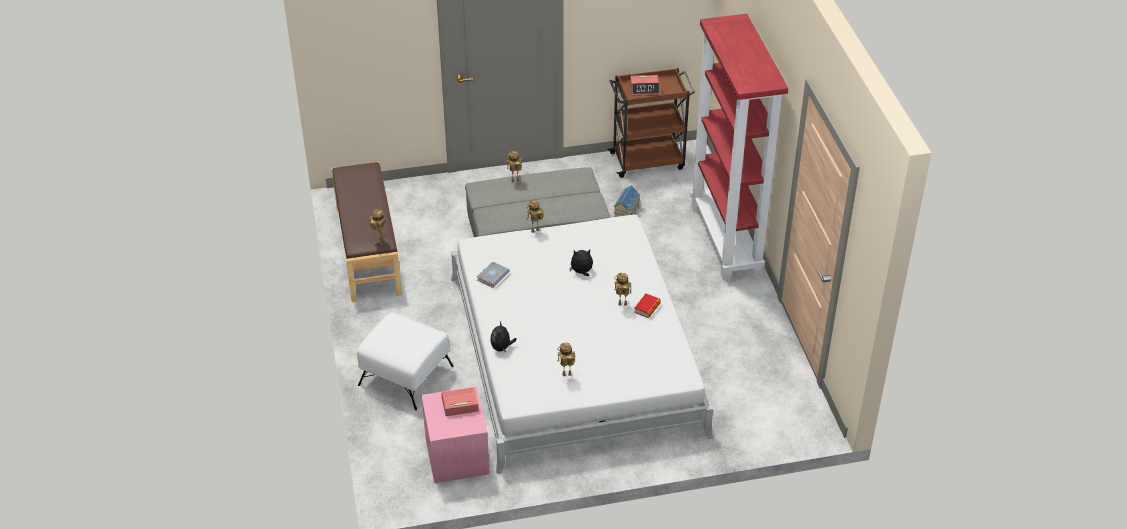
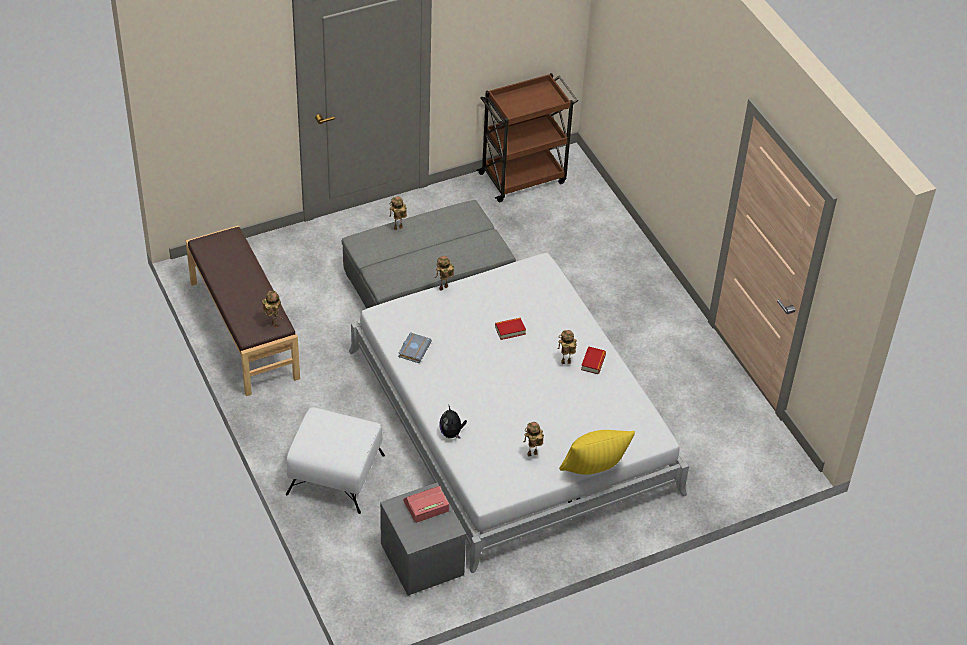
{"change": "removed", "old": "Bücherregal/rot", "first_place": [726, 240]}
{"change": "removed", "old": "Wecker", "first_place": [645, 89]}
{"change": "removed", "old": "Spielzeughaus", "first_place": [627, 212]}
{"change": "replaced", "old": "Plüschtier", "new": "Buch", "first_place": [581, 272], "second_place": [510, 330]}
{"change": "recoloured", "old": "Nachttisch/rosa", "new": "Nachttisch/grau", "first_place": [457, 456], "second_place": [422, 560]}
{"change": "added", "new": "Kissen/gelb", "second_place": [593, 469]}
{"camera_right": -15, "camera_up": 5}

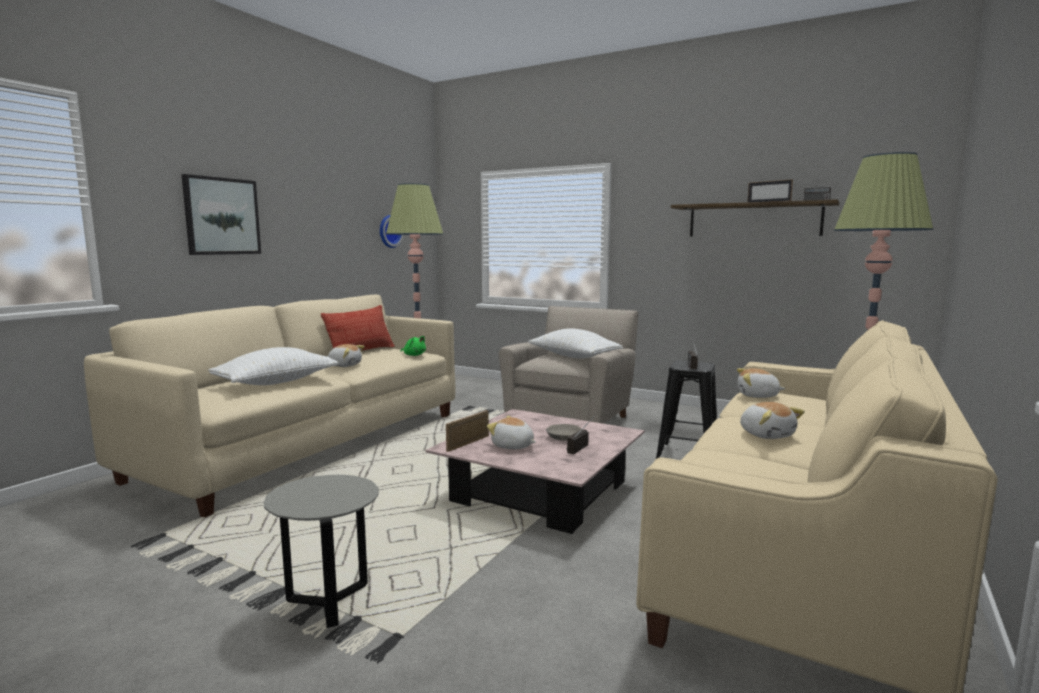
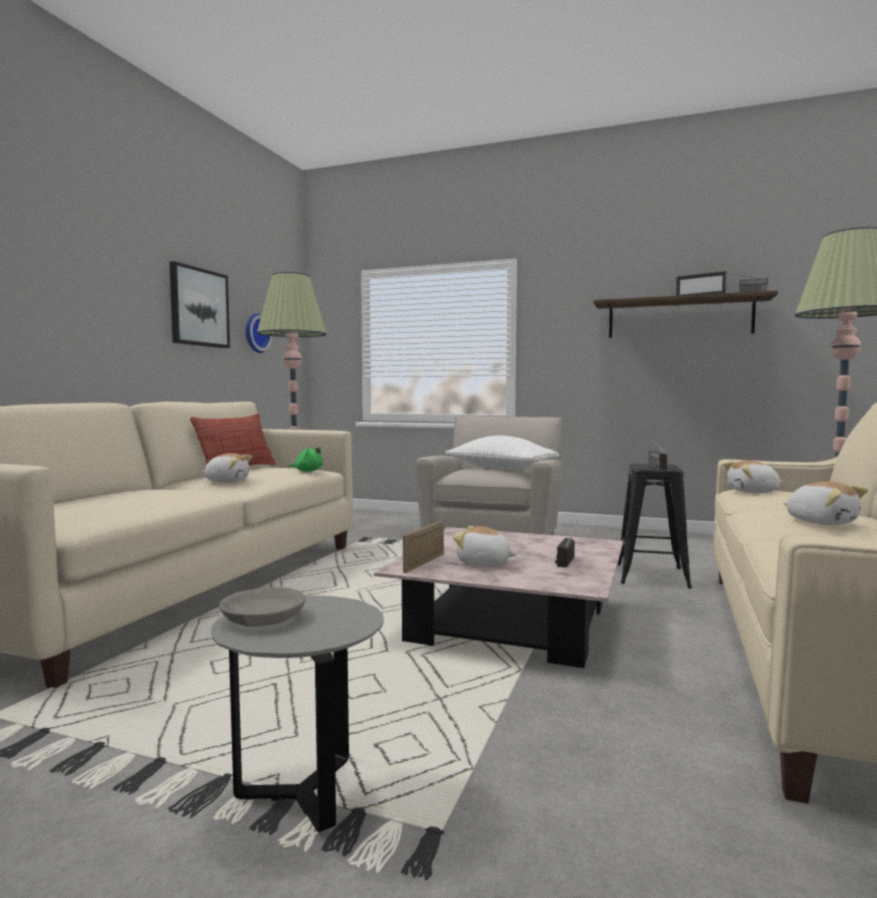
{"change": "moved", "old": "Bild", "first_place": [222, 216], "second_place": [199, 307]}
{"change": "removed", "old": "Kissen/weiß", "first_place": [276, 382]}
{"change": "moved", "old": "Schüssel/grau", "first_place": [563, 437], "second_place": [262, 618]}
{"camera_right": -10, "camera_up": -5}

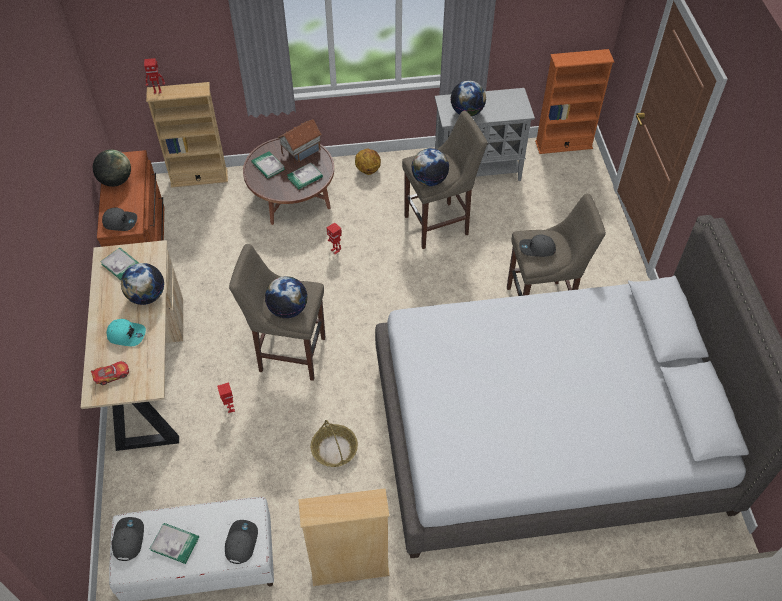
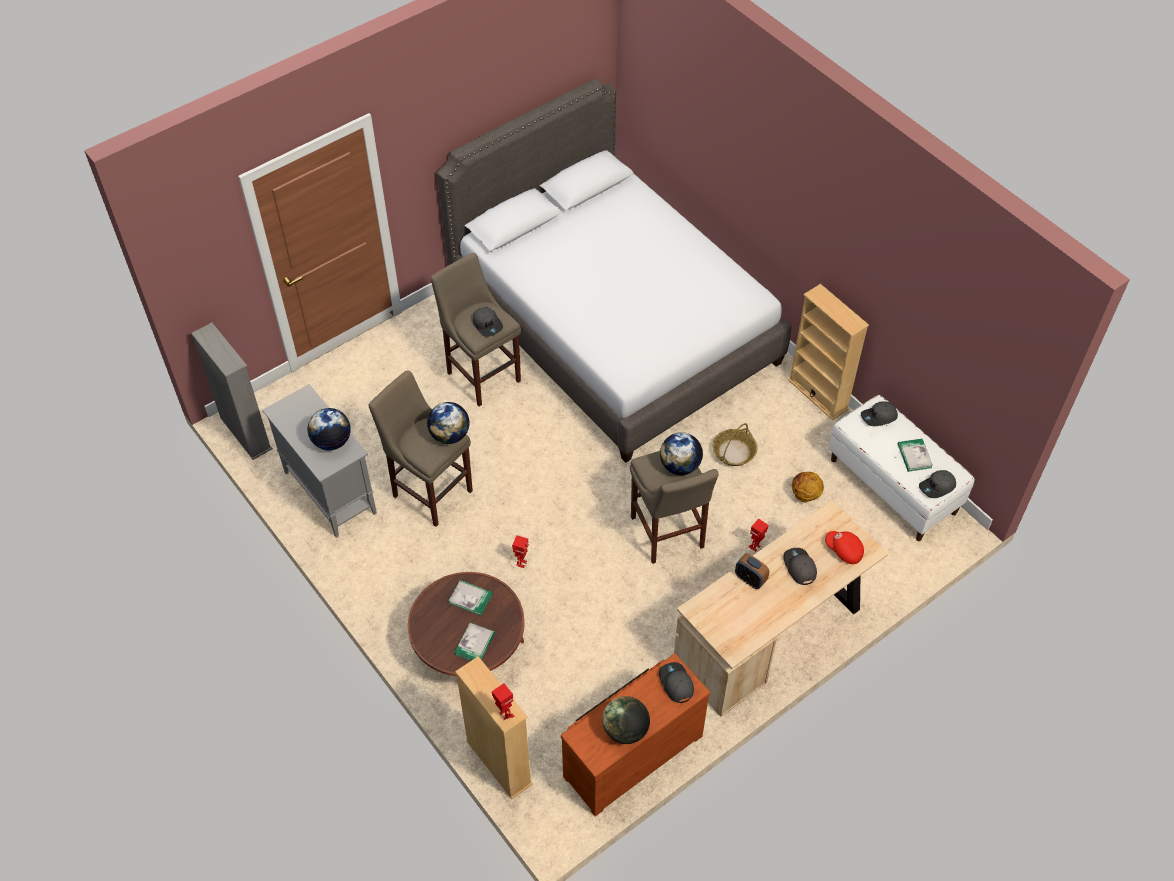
{"change": "recoloured", "old": "Bücherregal/orange", "new": "Bücherregal/grau", "first_place": [563, 145], "second_place": [246, 433]}
{"change": "removed", "old": "Spielzeughaus", "first_place": [301, 151]}
{"change": "moved", "old": "Basketball", "first_place": [368, 170], "second_place": [805, 495]}
{"change": "removed", "old": "Buch", "first_place": [121, 265]}
{"change": "replaced", "old": "Globus", "new": "Wecker", "first_place": [147, 296], "second_place": [750, 579]}
{"change": "recoloured", "old": "Kappe/türkis", "new": "Kappe/grau", "first_place": [127, 334], "second_place": [799, 567]}
{"change": "replaced", "old": "Spielzeugauto", "new": "Kappe/rot", "first_place": [112, 375], "second_place": [843, 551]}
{"camera_right": -120, "camera_up": 0}

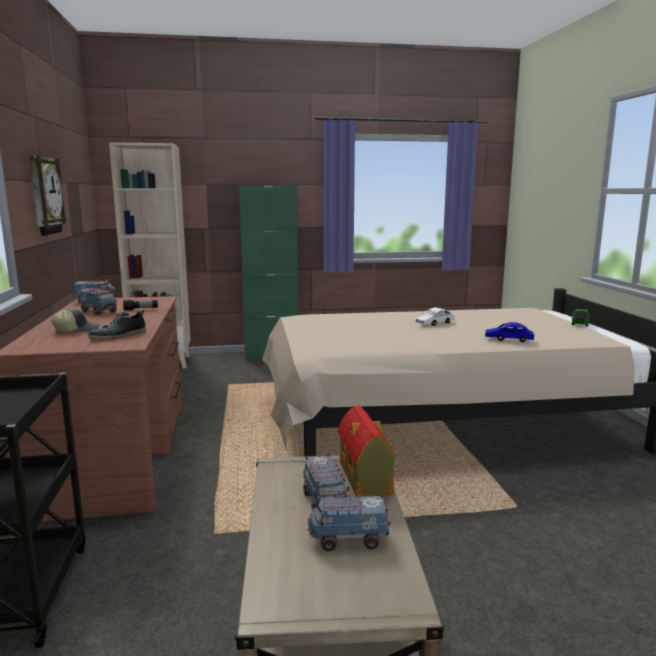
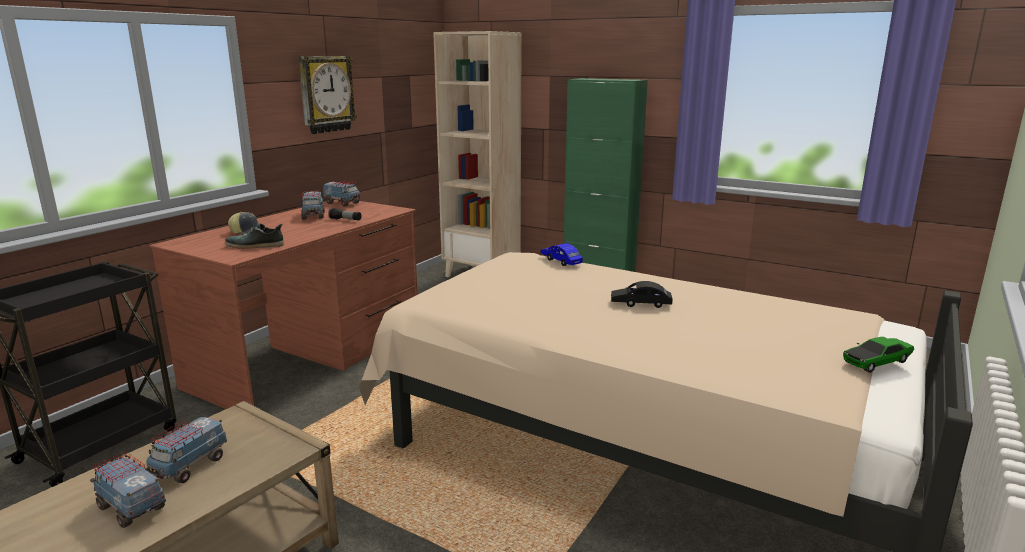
{"change": "recoloured", "old": "Spielzeugauto/weiß", "new": "Spielzeugauto/schwarz", "first_place": [435, 323], "second_place": [640, 303]}
{"change": "moved", "old": "Spielzeugauto/blau", "first_place": [508, 339], "second_place": [561, 261]}
{"change": "removed", "old": "Spielzeughaus", "first_place": [365, 478]}
{"camera_right": 40, "camera_up": 5}

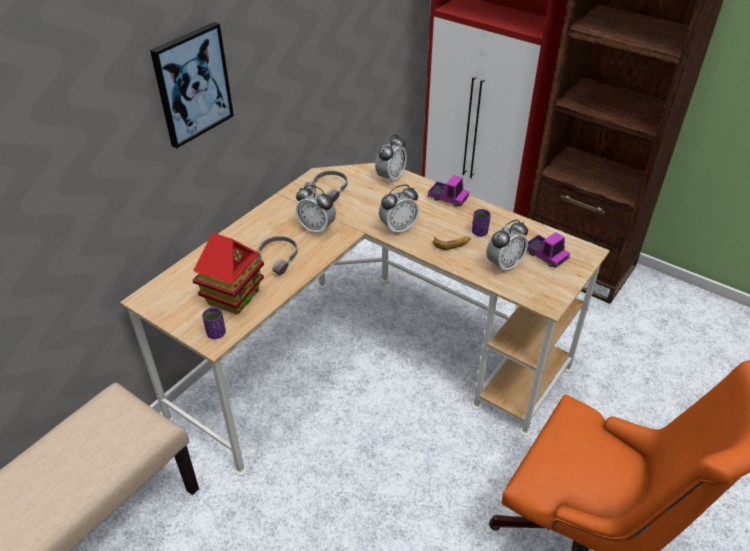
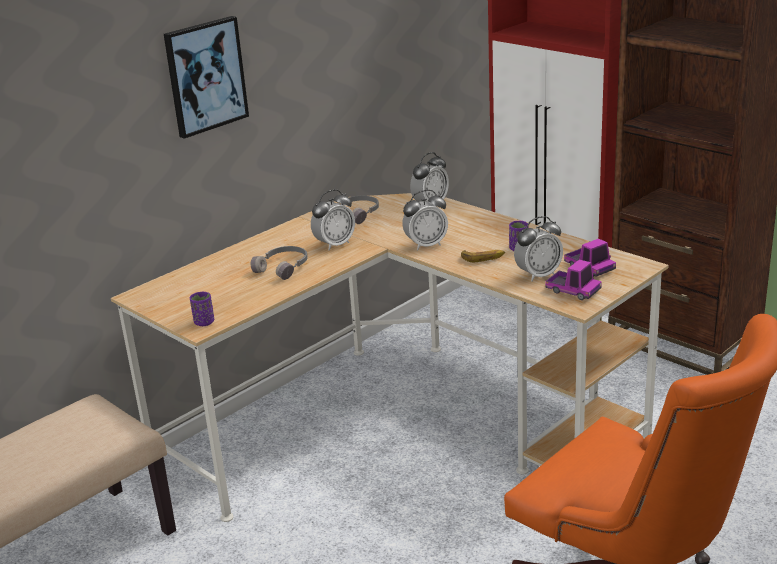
{"change": "moved", "old": "Spielzeuglaster", "first_place": [448, 198], "second_place": [573, 291]}
{"change": "turned", "old": "Wecker", "first_place": [317, 228], "second_place": [334, 244], "degrees": -75}
{"change": "removed", "old": "Spielzeughaus", "first_place": [233, 297]}
{"camera_right": 10, "camera_up": -15}

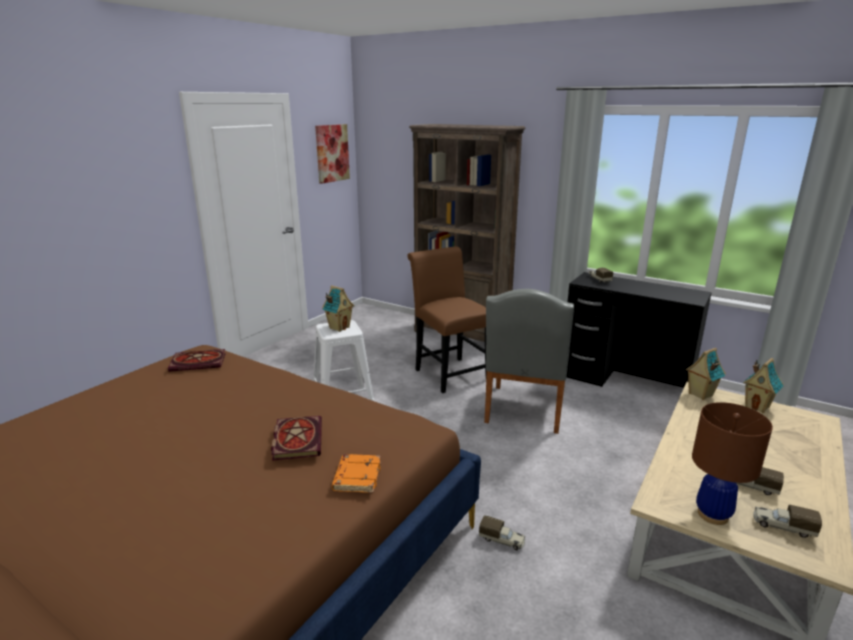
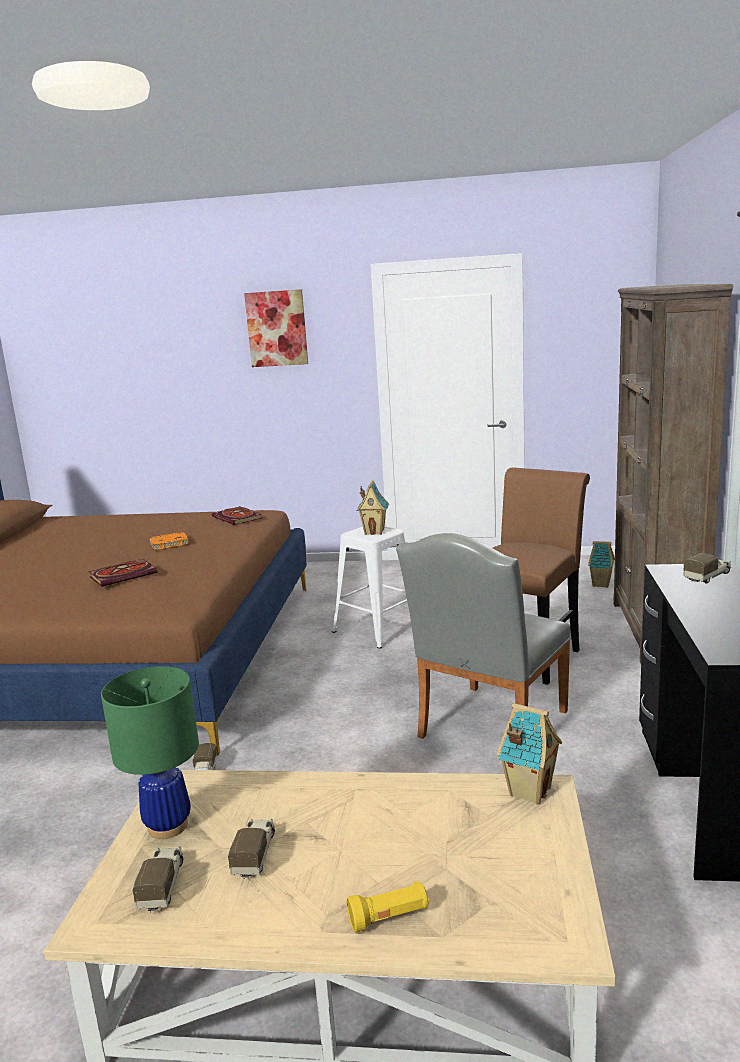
{"change": "moved", "old": "Bild", "first_place": [332, 153], "second_place": [277, 328]}
{"change": "turned", "old": "Stuhl/grau", "first_place": [523, 411], "second_place": [488, 728], "degrees": -45}
{"change": "moved", "old": "Spielzeughaus", "first_place": [757, 407], "second_place": [601, 584]}
{"change": "recoloured", "old": "Tischlampe/braun", "new": "Tischlampe/grün", "first_place": [712, 515], "second_place": [167, 826]}
{"change": "moved", "old": "Buch/orange", "first_place": [356, 476], "second_place": [169, 544]}
{"change": "added", "new": "Taschenlampe/gelb", "second_place": [389, 918]}
{"camera_right": 65, "camera_up": -5}

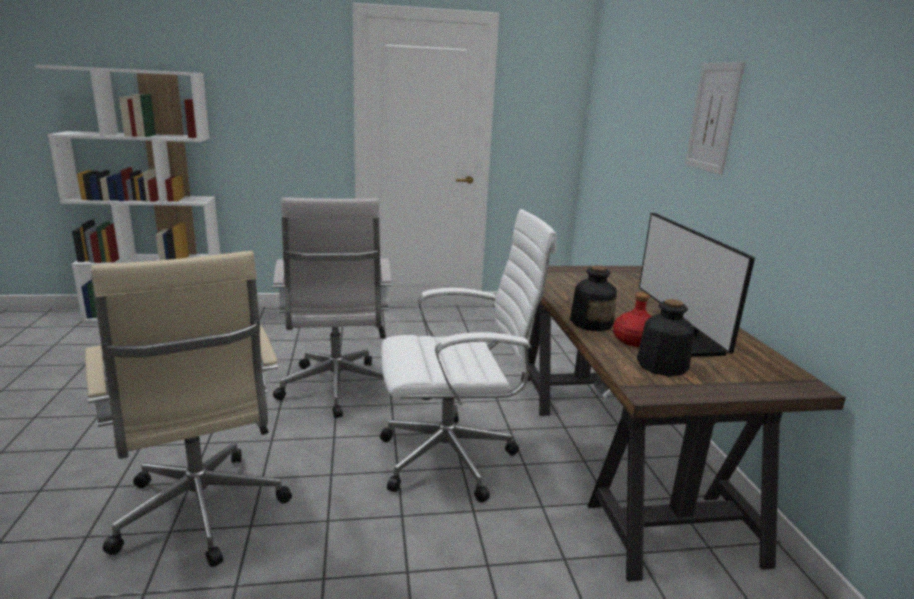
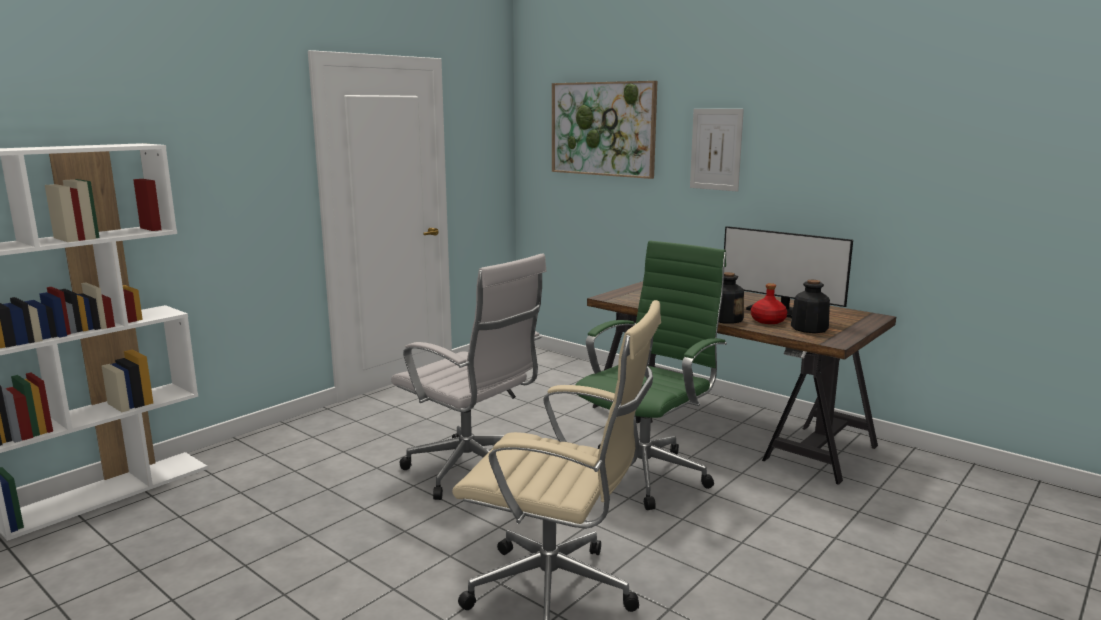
{"change": "recoloured", "old": "Bürostuhl/weiß", "new": "Bürostuhl/grün", "first_place": [454, 458], "second_place": [647, 473]}
{"change": "added", "new": "Bild", "second_place": [603, 129]}
{"camera_right": -40, "camera_up": -5}

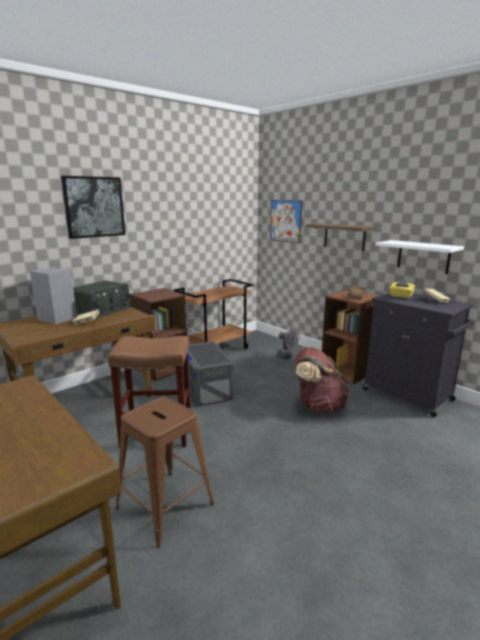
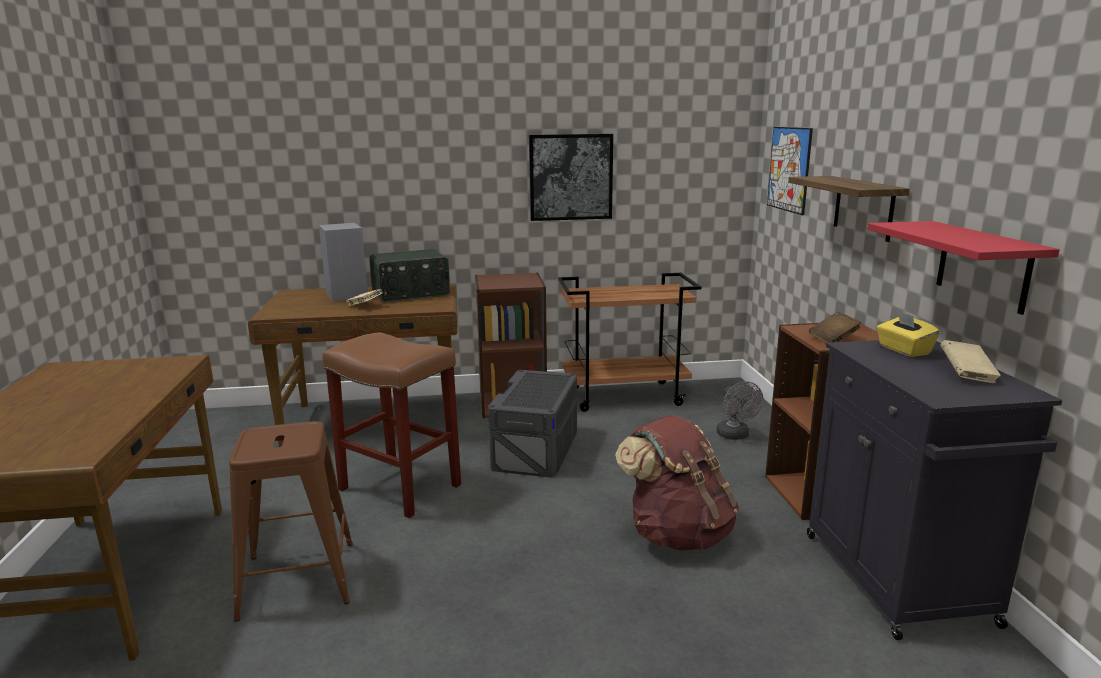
{"change": "moved", "old": "Bild", "first_place": [94, 207], "second_place": [570, 177]}
{"change": "recoloured", "old": "Wandregal/weiß", "new": "Wandregal/rot", "first_place": [423, 256], "second_place": [983, 266]}
{"camera_right": 35, "camera_up": 0}

